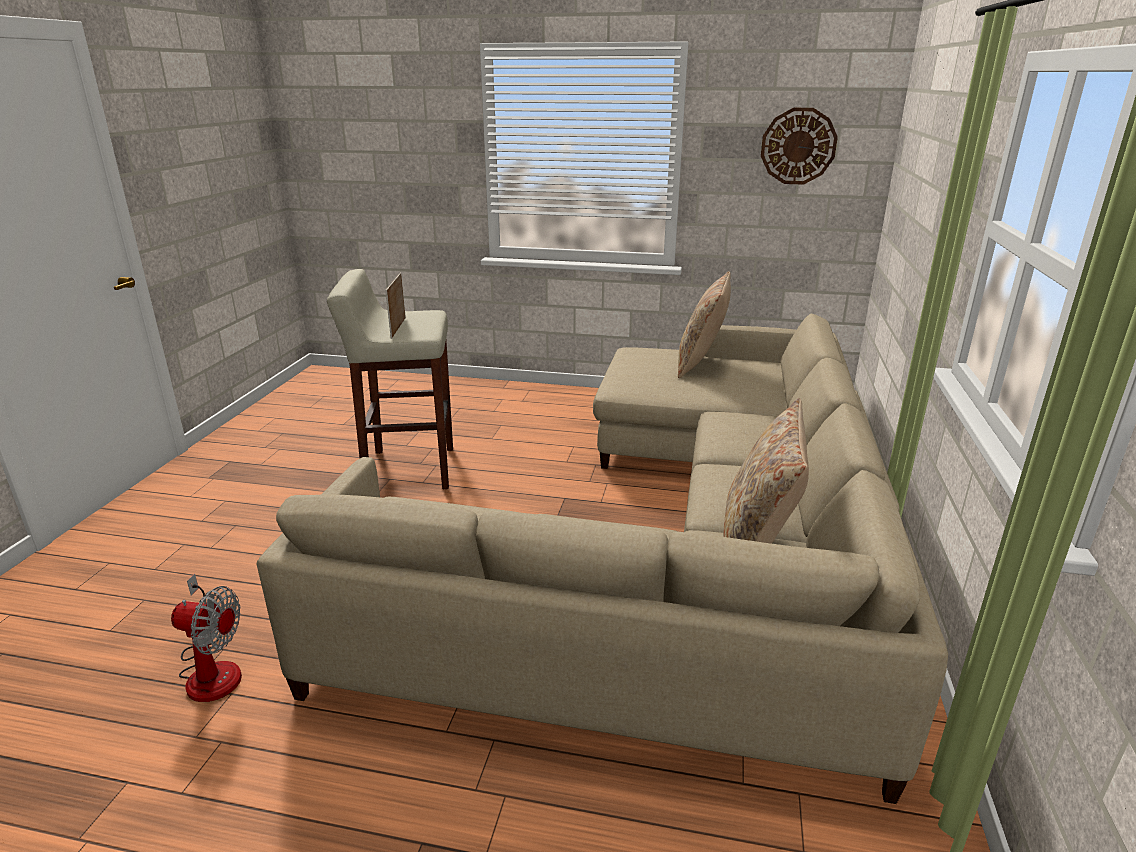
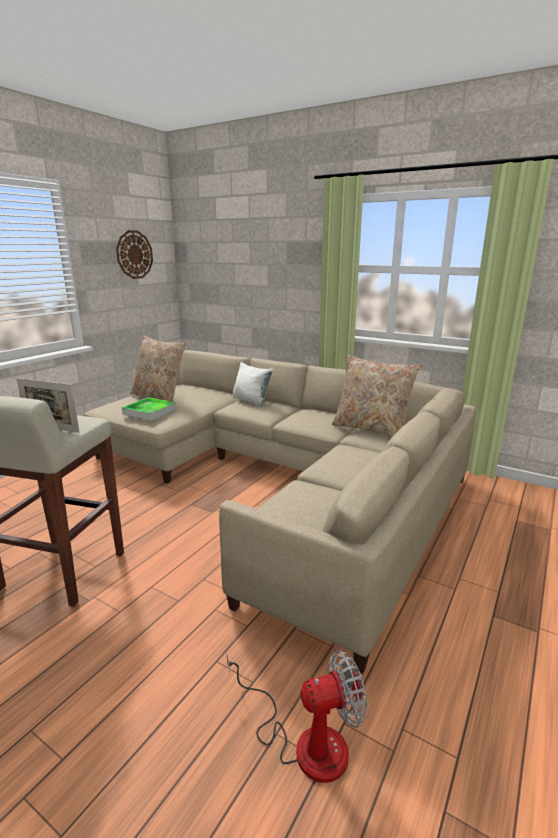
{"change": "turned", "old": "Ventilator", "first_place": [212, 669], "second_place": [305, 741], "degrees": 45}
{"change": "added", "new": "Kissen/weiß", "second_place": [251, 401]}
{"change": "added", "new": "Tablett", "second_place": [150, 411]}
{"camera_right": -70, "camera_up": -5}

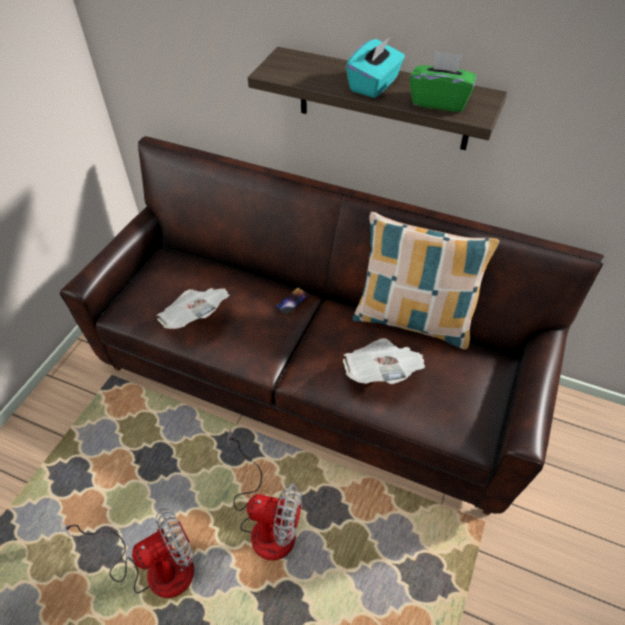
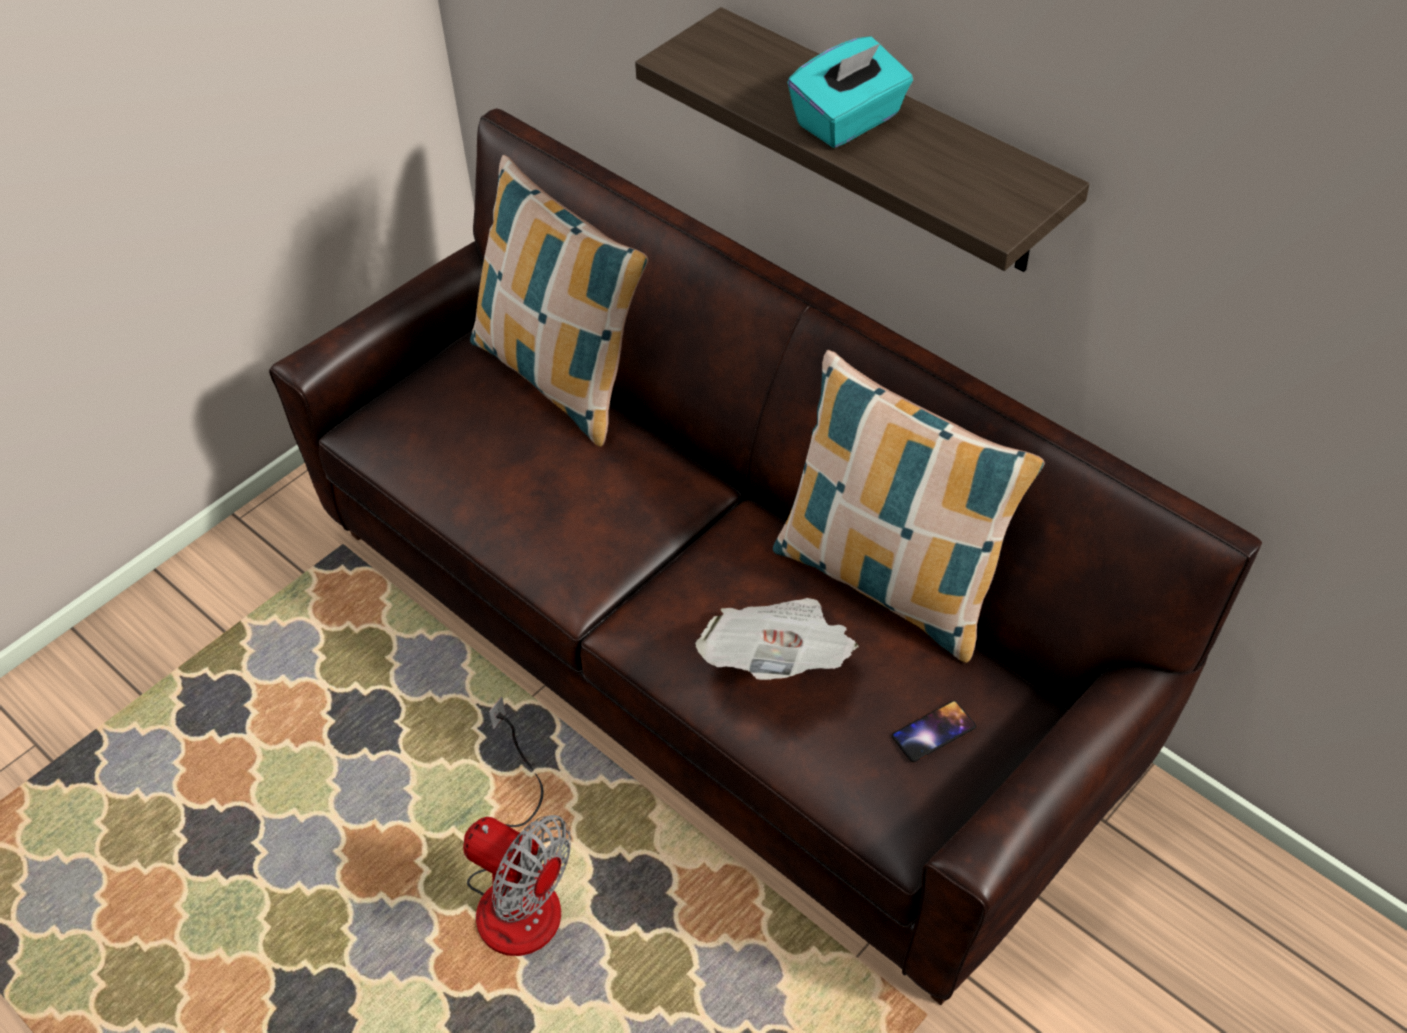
{"change": "removed", "old": "Taschentuchbox/grün", "first_place": [439, 101]}
{"change": "moved", "old": "Handy", "first_place": [292, 301], "second_place": [933, 731]}
{"change": "removed", "old": "Zeitung", "first_place": [195, 318]}
{"change": "removed", "old": "Ventilator", "first_place": [155, 567]}
{"change": "added", "new": "Kissen", "second_place": [560, 377]}
{"camera_right": 20, "camera_up": 0}

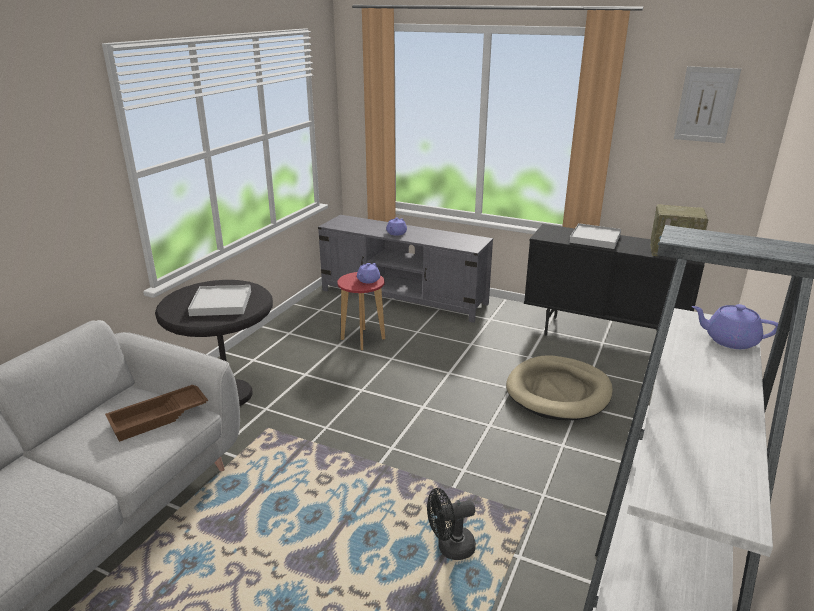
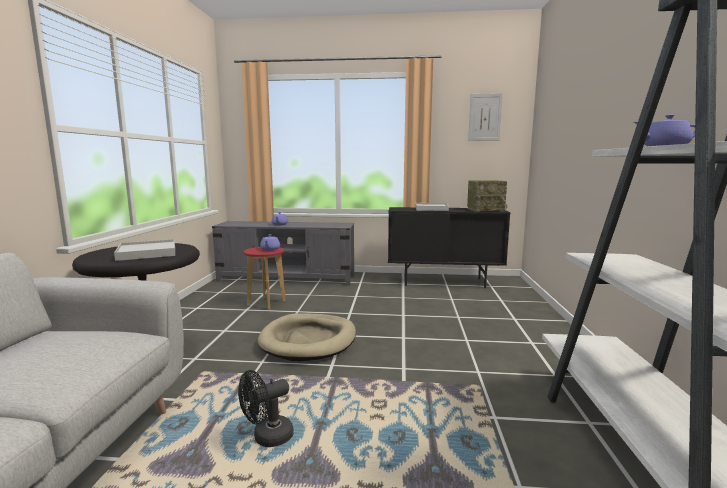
{"change": "moved", "old": "Hundebett/beige", "first_place": [558, 392], "second_place": [308, 340]}
{"change": "removed", "old": "Tablett/braun", "first_place": [159, 418]}
{"change": "moved", "old": "Ventilator/schwarz", "first_place": [450, 548], "second_place": [267, 438]}
{"camera_right": -20, "camera_up": -15}

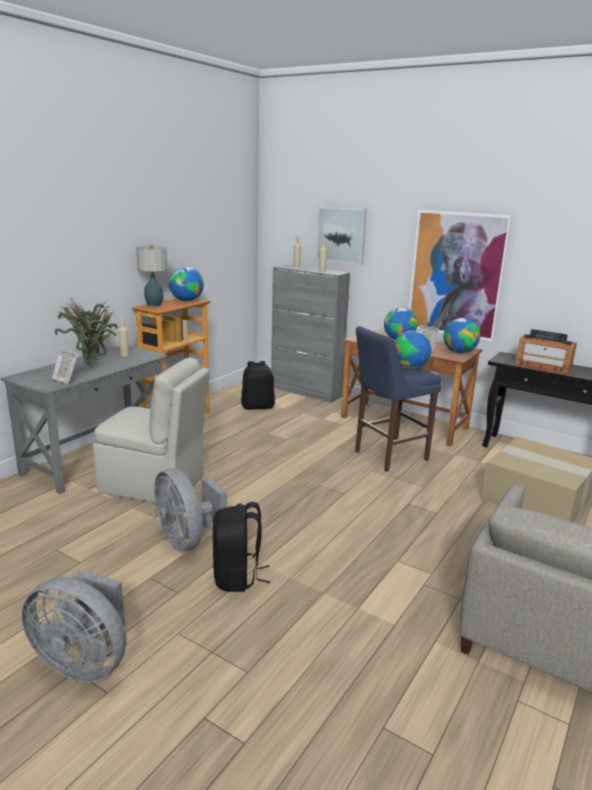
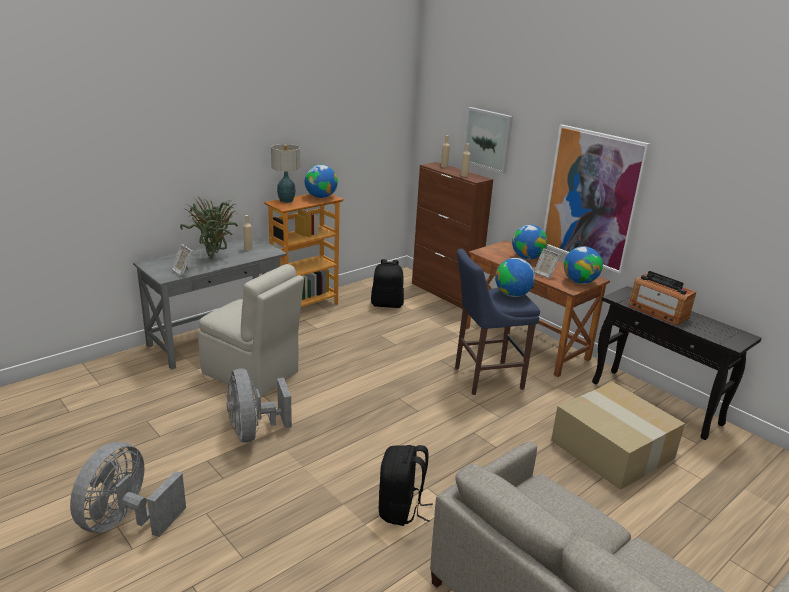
{"change": "recoloured", "old": "Schrank/grau", "new": "Schrank/braun", "first_place": [306, 392], "second_place": [444, 293]}
{"change": "moved", "old": "Rucksack/schwarz", "first_place": [237, 577], "second_place": [401, 510]}
{"change": "turned", "old": "Ventilator/grau", "first_place": [84, 662], "second_place": [126, 521], "degrees": 75}
{"camera_right": 15, "camera_up": 5}

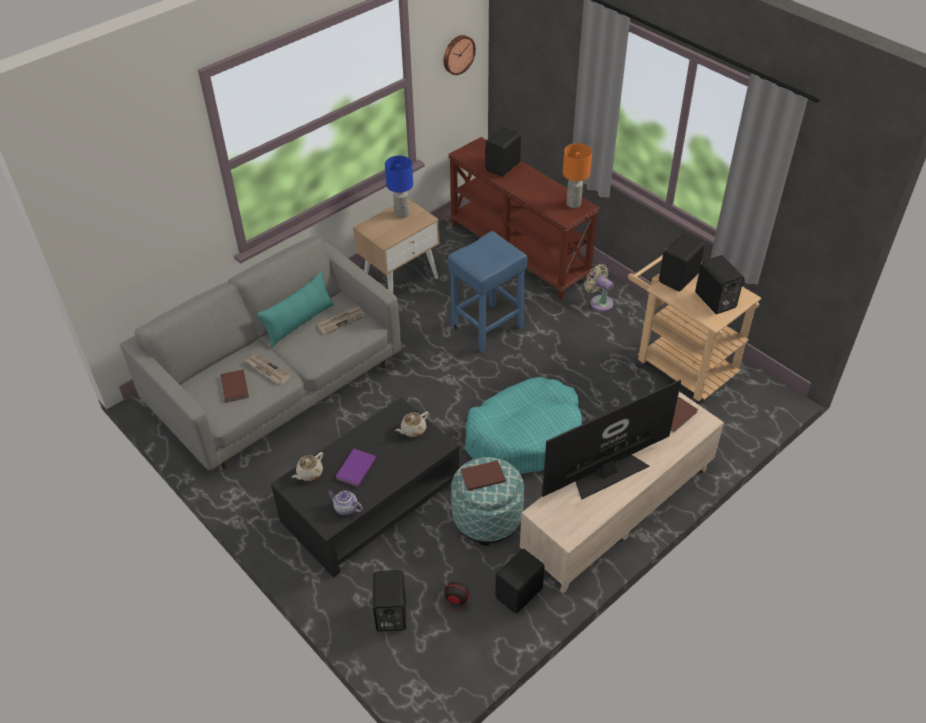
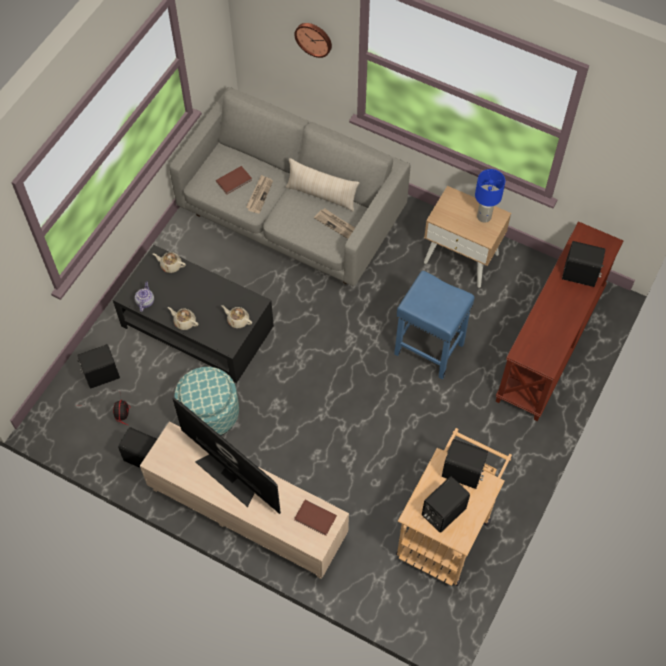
{"change": "moved", "old": "Wanduhr", "first_place": [458, 54], "second_place": [314, 38]}
{"change": "removed", "old": "Tischlampe/orange", "first_place": [573, 204]}
{"change": "removed", "old": "Ventilator/beige", "first_place": [599, 302]}
{"change": "recoloured", "old": "Kissen/türkis", "new": "Kissen/beige", "first_place": [299, 323], "second_place": [321, 195]}
{"change": "removed", "old": "Hundebett/türkis", "first_place": [524, 436]}
{"change": "removed", "old": "Buch/lila", "first_place": [355, 469]}
{"change": "removed", "old": "Buch/braun", "first_place": [482, 476]}
{"change": "added", "new": "Teekanne/beige", "second_place": [184, 322]}
{"camera_right": 70, "camera_up": 15}

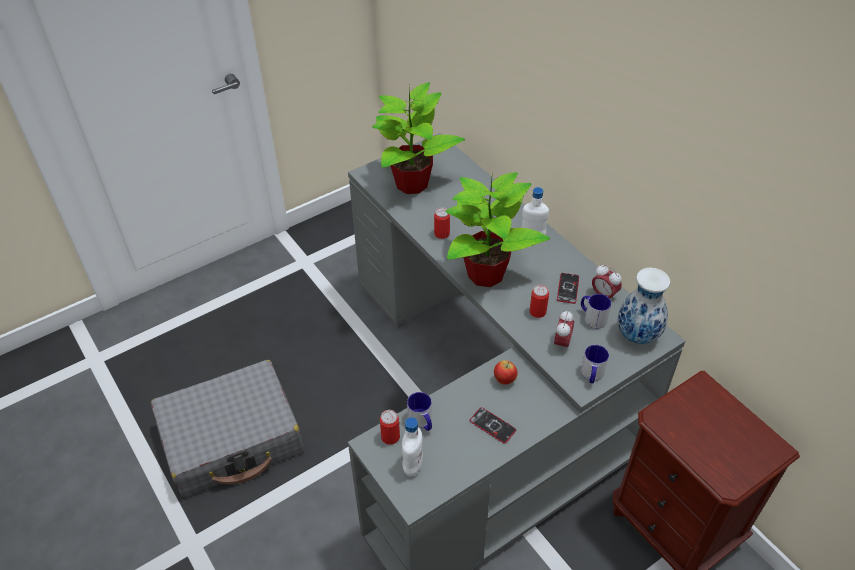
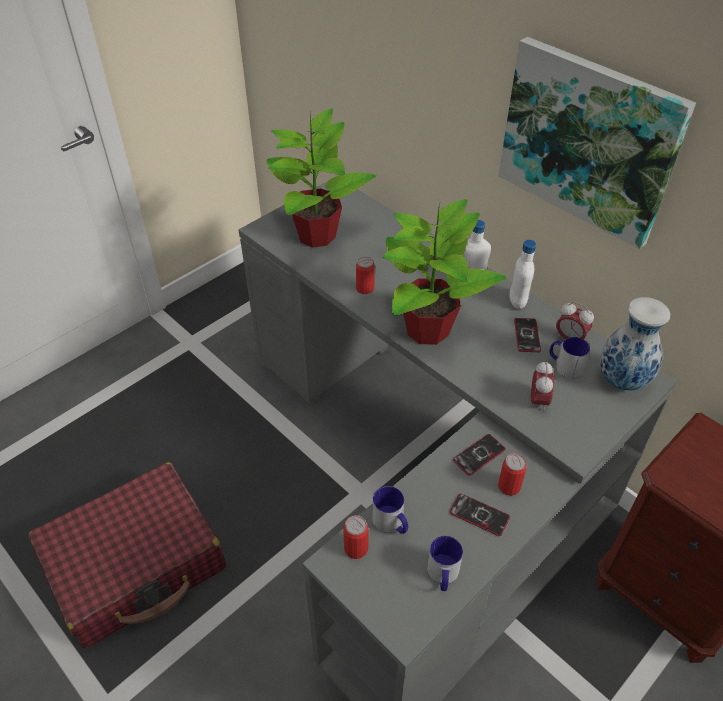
{"change": "moved", "old": "Dose", "first_place": [537, 312], "second_place": [509, 486]}
{"change": "moved", "old": "Henkelbecher", "first_place": [592, 375], "second_place": [443, 575]}
{"change": "recoloured", "old": "Koffer/grau", "new": "Koffer/rot", "first_place": [232, 439], "second_place": [136, 563]}
{"change": "replaced", "old": "Apfel", "new": "Handy", "first_place": [504, 380], "second_place": [479, 455]}
{"change": "moved", "old": "Flasche/weiß", "first_place": [412, 465], "second_place": [517, 301]}
{"change": "added", "new": "Bild", "second_place": [588, 141]}
{"camera_right": -10, "camera_up": 0}

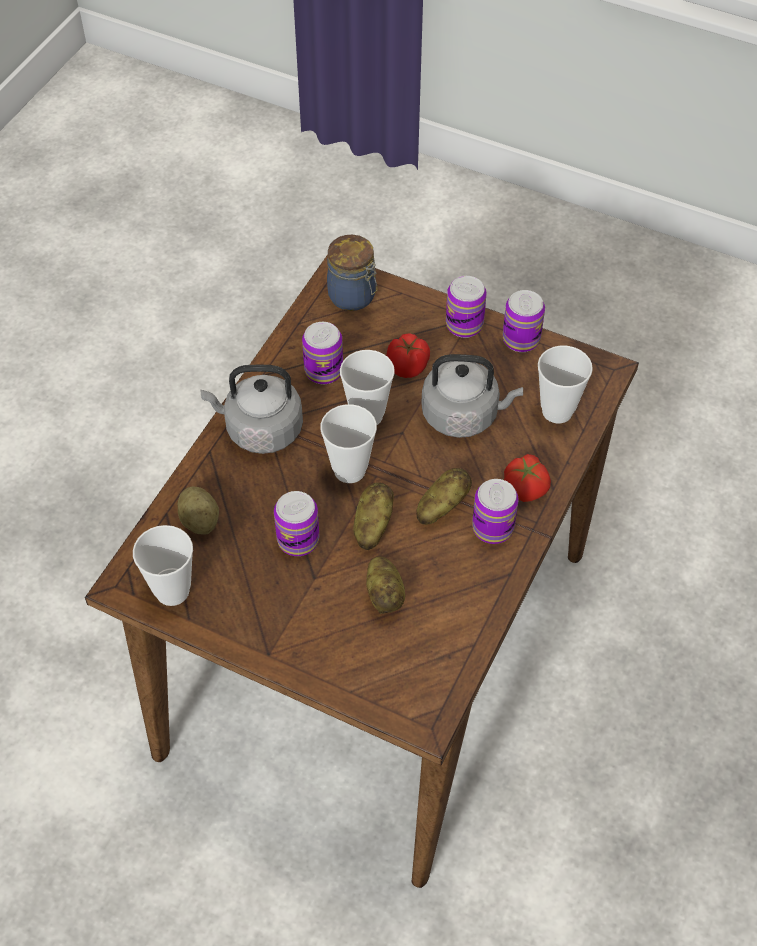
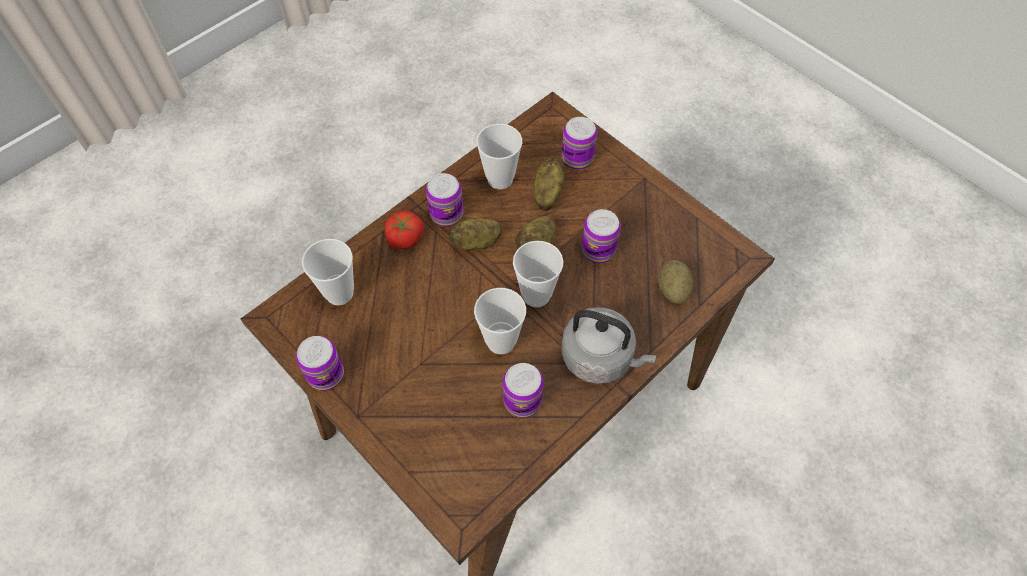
{"change": "removed", "old": "Vorratsglas", "first_place": [353, 297]}
{"change": "moved", "old": "Dose", "first_place": [464, 325], "second_place": [577, 158]}
{"change": "removed", "old": "Tomate", "first_place": [408, 366]}
{"change": "removed", "old": "Wasserkessel/grau", "first_place": [464, 415]}
{"change": "moved", "old": "Tasse", "first_place": [172, 591], "second_place": [500, 179]}
{"camera_right": -160, "camera_up": 5}

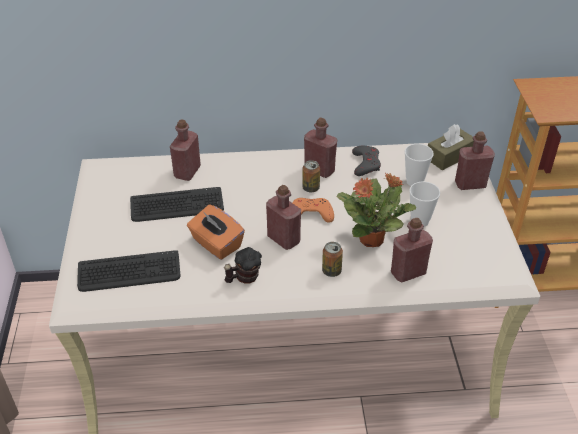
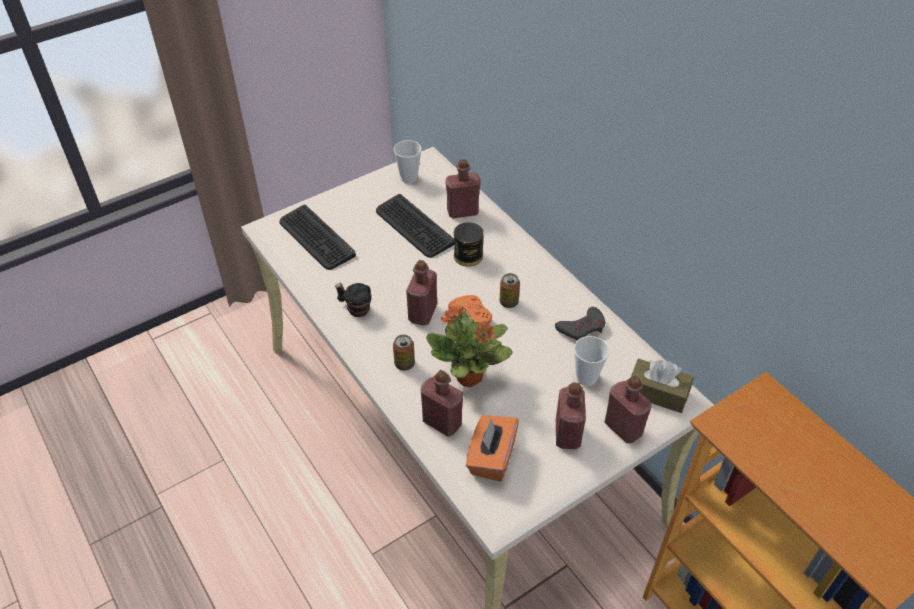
{"change": "moved", "old": "Flasche/rot", "first_place": [319, 170], "second_place": [567, 434]}
{"change": "moved", "old": "Tasse", "first_place": [420, 221], "second_place": [409, 178]}
{"change": "moved", "old": "Taschentuchbox/orange", "first_place": [216, 244], "second_place": [491, 458]}
{"change": "added", "new": "Dose", "second_place": [468, 256]}
{"camera_right": 60, "camera_up": 5}

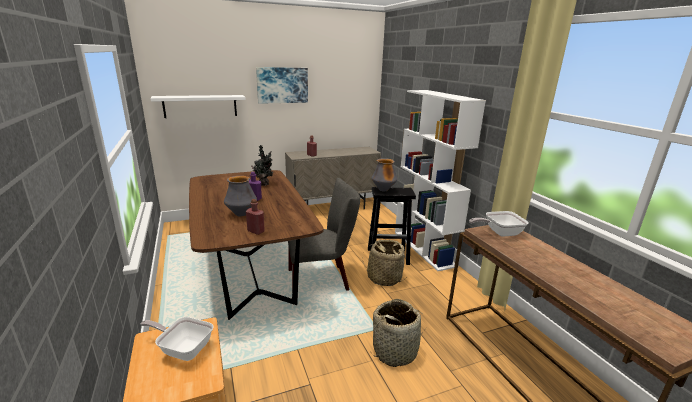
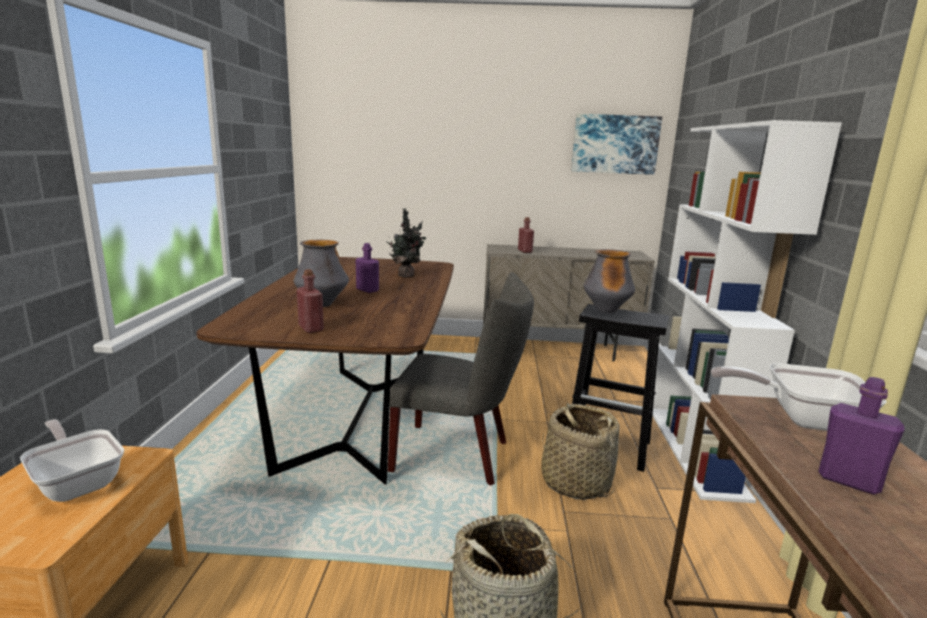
{"change": "moved", "old": "Bild", "first_place": [282, 85], "second_place": [615, 144]}
{"change": "removed", "old": "Wandregal/weiß", "first_place": [200, 106]}
{"change": "added", "new": "Flasche/lila", "second_place": [848, 480]}
{"camera_right": 25, "camera_up": -5}

